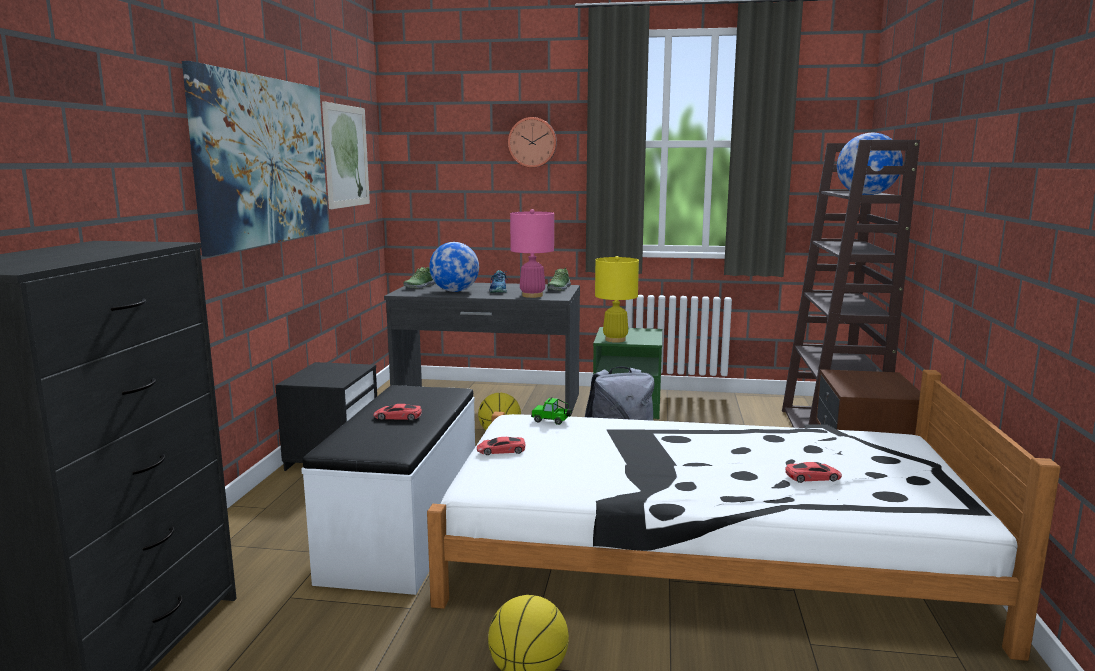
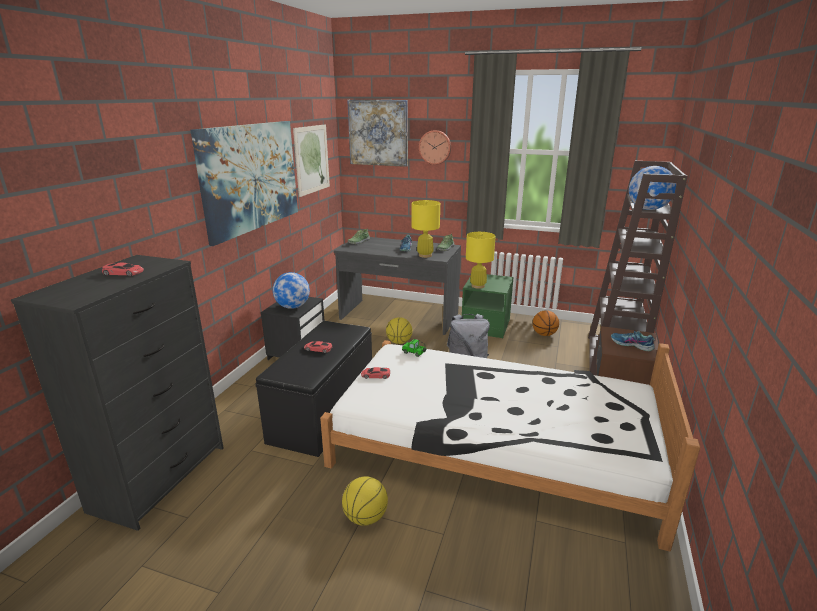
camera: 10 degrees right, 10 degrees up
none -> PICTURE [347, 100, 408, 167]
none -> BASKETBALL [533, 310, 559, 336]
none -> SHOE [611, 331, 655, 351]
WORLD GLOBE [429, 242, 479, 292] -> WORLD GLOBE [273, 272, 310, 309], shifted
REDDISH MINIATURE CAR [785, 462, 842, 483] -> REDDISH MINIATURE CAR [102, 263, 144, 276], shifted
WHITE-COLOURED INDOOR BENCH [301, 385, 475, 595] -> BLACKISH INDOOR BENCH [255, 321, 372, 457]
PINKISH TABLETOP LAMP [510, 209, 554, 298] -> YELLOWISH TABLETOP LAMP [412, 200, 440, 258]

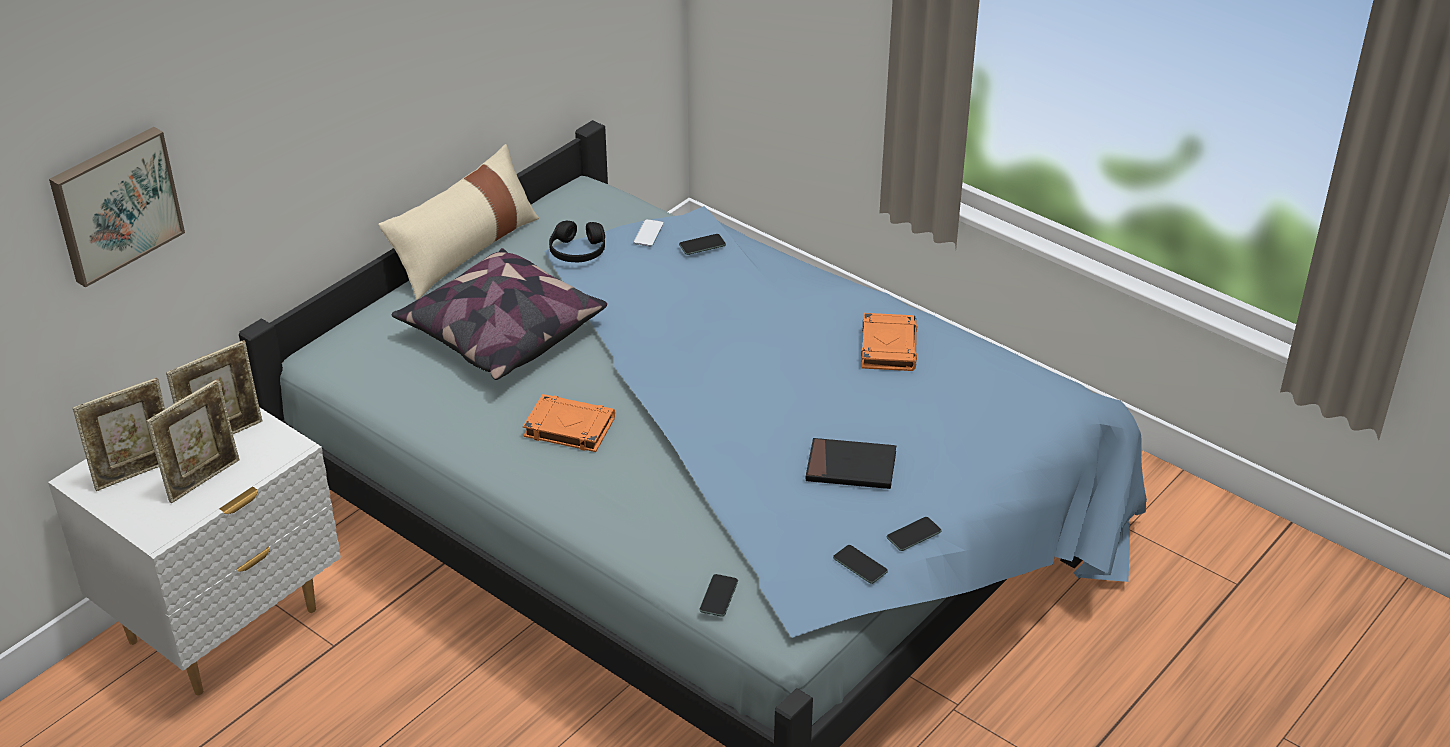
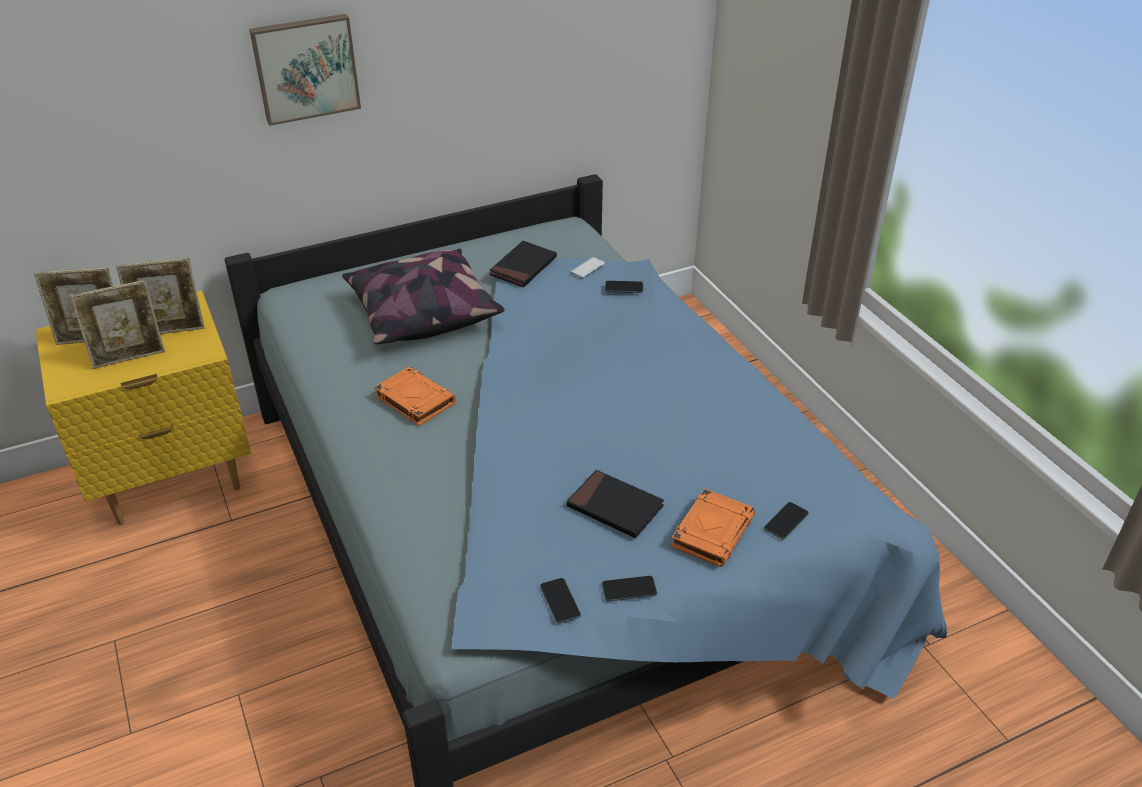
camera: 25 degrees right, 0 degrees up
SAND-COLOURED THROW PILLOW [378, 144, 539, 300] -> none
PICTURE [49, 127, 185, 288] -> PICTURE [249, 14, 361, 126], shifted
HANDSET [699, 574, 738, 617] -> HANDSET [764, 502, 809, 539], shifted
ORANGE BOUND BOOK [861, 313, 917, 371] -> ORANGE BOUND BOOK [671, 488, 755, 567], shifted
BLACKISH PAIR OF HEADPHONES [549, 221, 605, 262] -> BLACKISH BOUND BOOK [490, 241, 557, 287]
WHITE-COLOURED NIGHT TABLE [48, 407, 341, 696] -> YELLOWISH NIGHT TABLE [35, 290, 251, 525]

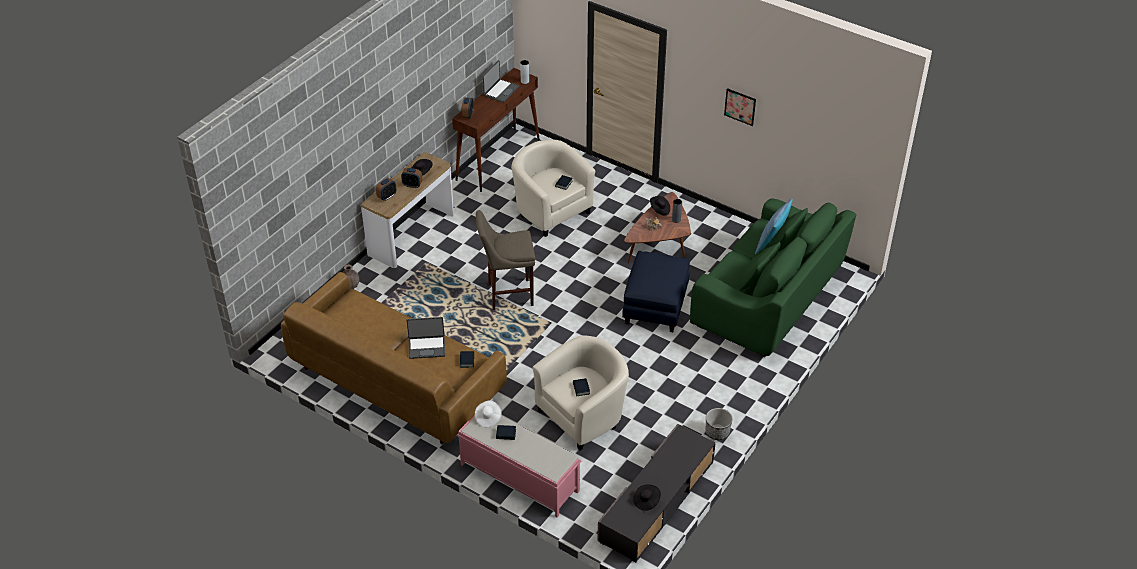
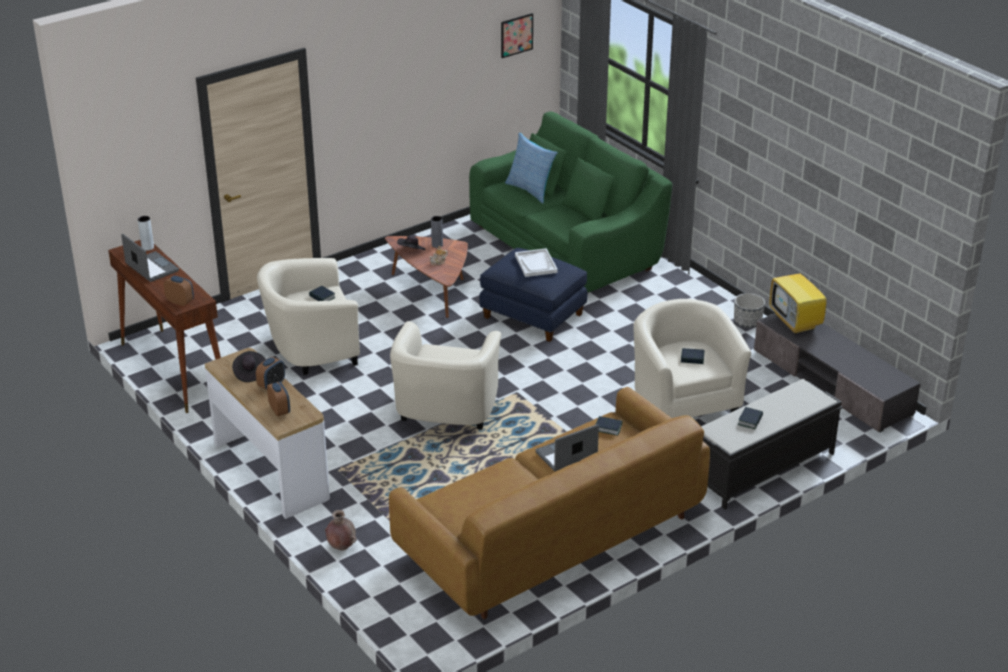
camera: 70 degrees left, 10 degrees down
WHITE-COLOURED CLOTHING HAT [475, 400, 501, 427] -> none
BLACKISH CLOTHING HAT [633, 485, 661, 511] -> none
none -> WHITE-COLOURED SERVING TRAY [515, 248, 558, 277]
none -> TV SET [770, 260, 827, 334]
PICTURE [724, 88, 756, 126] -> PICTURE [501, 13, 533, 58], shifted
SAND-COLOURED STOOL SEAT [476, 210, 535, 310] -> SAND-COLOURED EASY CHAIR [390, 321, 501, 430]
PINKISH INDOOR BENCH [457, 415, 581, 518] -> BLACKISH INDOOR BENCH [701, 379, 843, 509]
PORTABLE COMPUTER [407, 317, 445, 359] -> PORTABLE COMPUTER [535, 424, 599, 471], 135 degrees counterclockwise

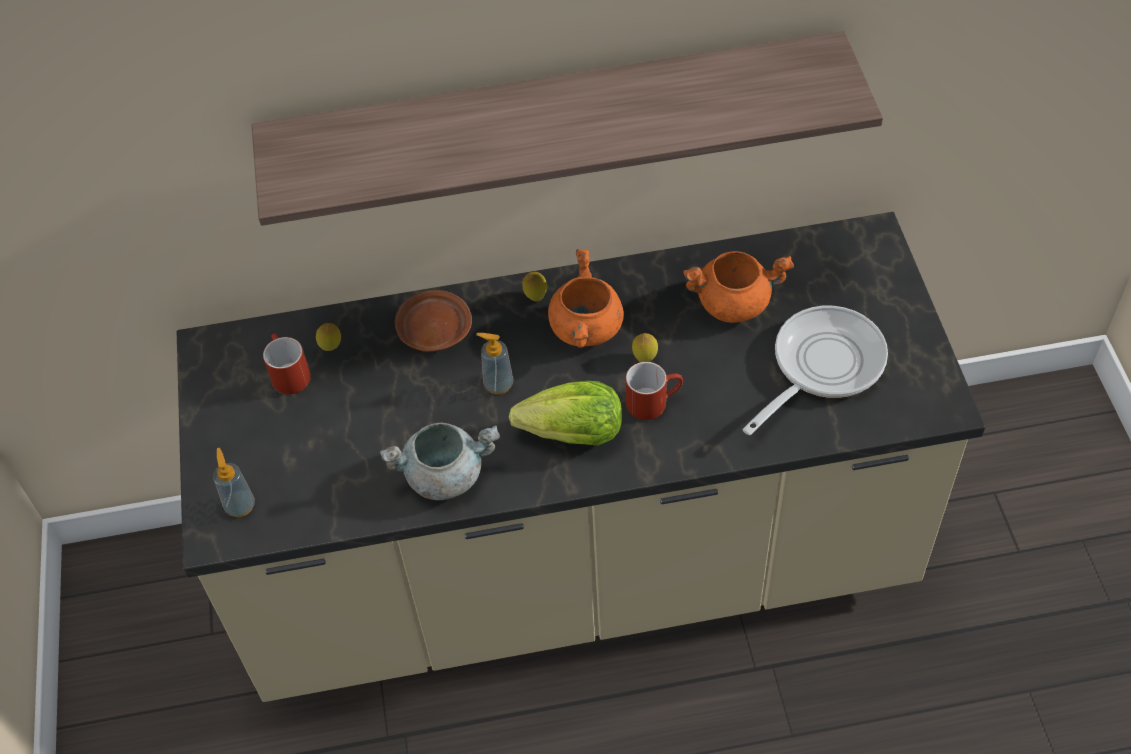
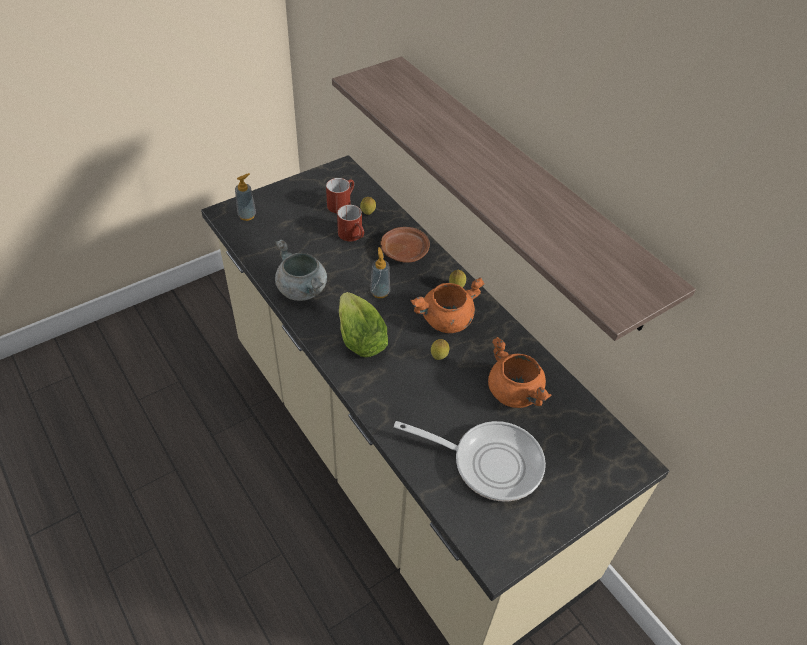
camera: 60 degrees right, 5 degrees down
REDDISH COFFEE MUG [626, 362, 683, 420] -> REDDISH COFFEE MUG [337, 205, 364, 241], shifted

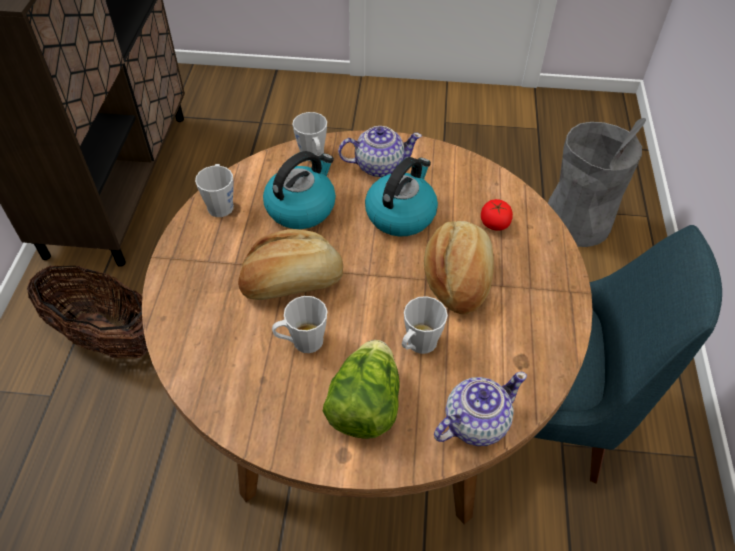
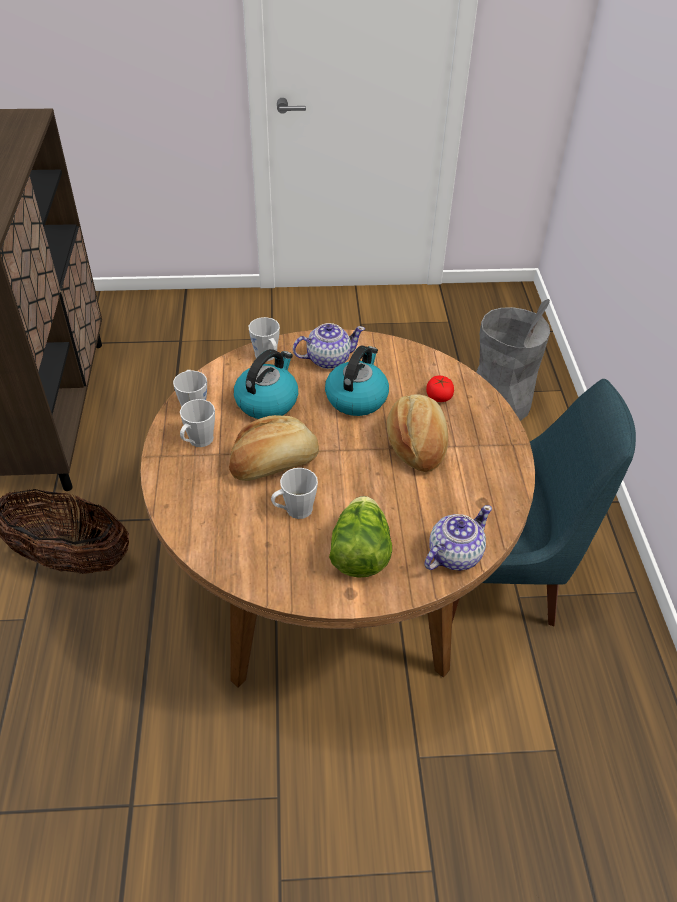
camera: 10 degrees left, 5 degrees down
GREYISH COFFEE MUG [402, 296, 448, 354] -> GREYISH COFFEE MUG [180, 399, 215, 447], shifted

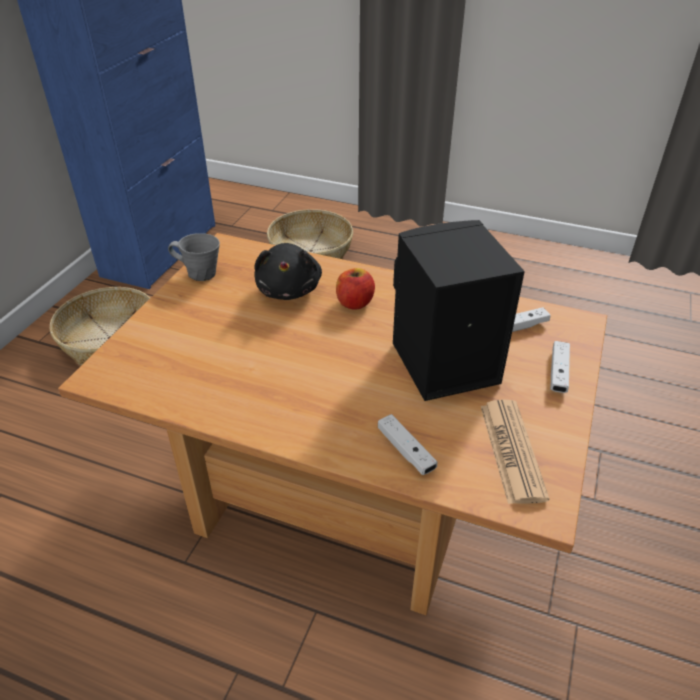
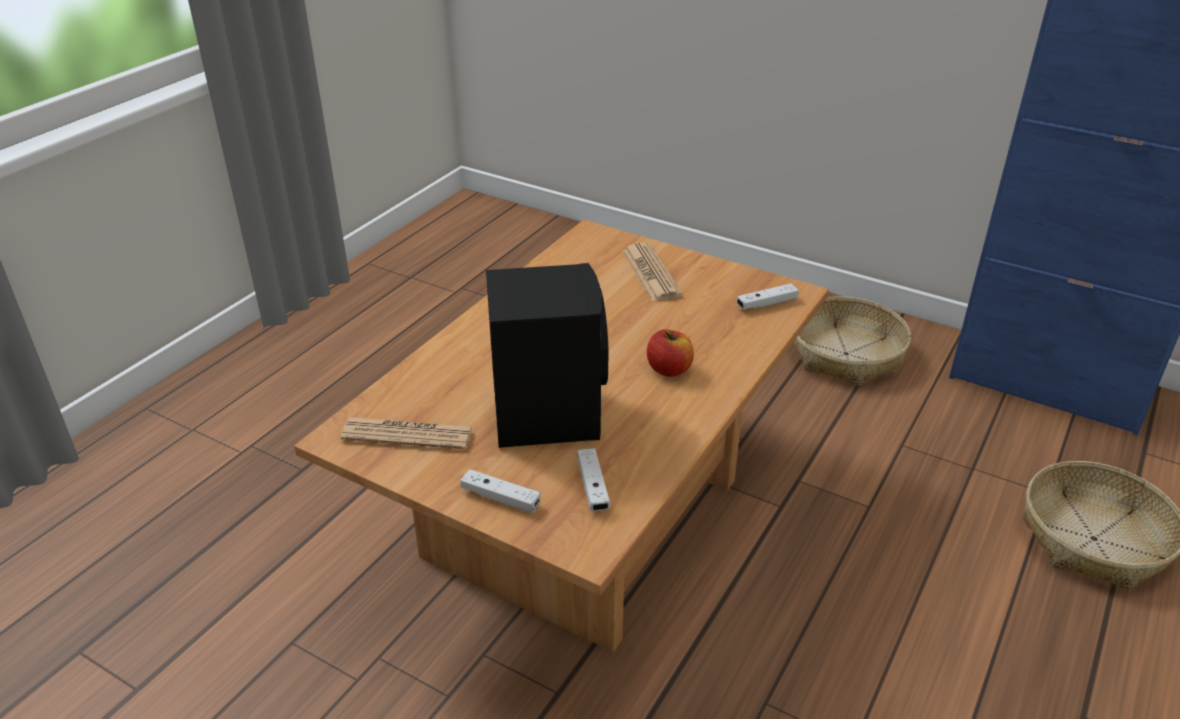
camera: 100 degrees right, 5 degrees down
GREYISH COFFEE MUG [168, 233, 220, 281] -> none
BLACKISH CUDDLY TOY [254, 243, 322, 300] -> none
none -> DAILY PAPER [623, 243, 682, 301]
WHITE-COLOURED GAME CONTROLLER [378, 414, 438, 475] -> WHITE-COLOURED GAME CONTROLLER [737, 283, 799, 310], shifted

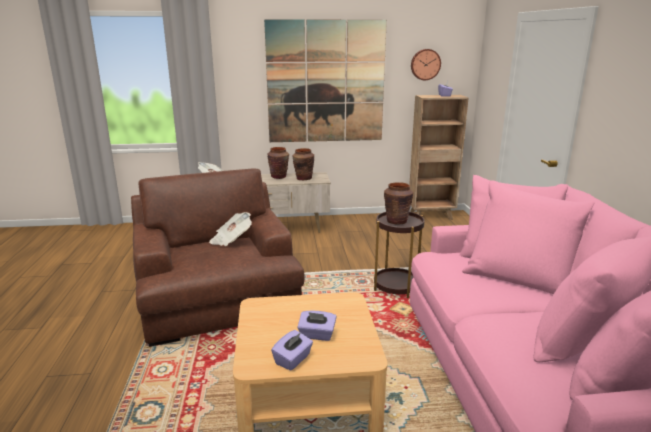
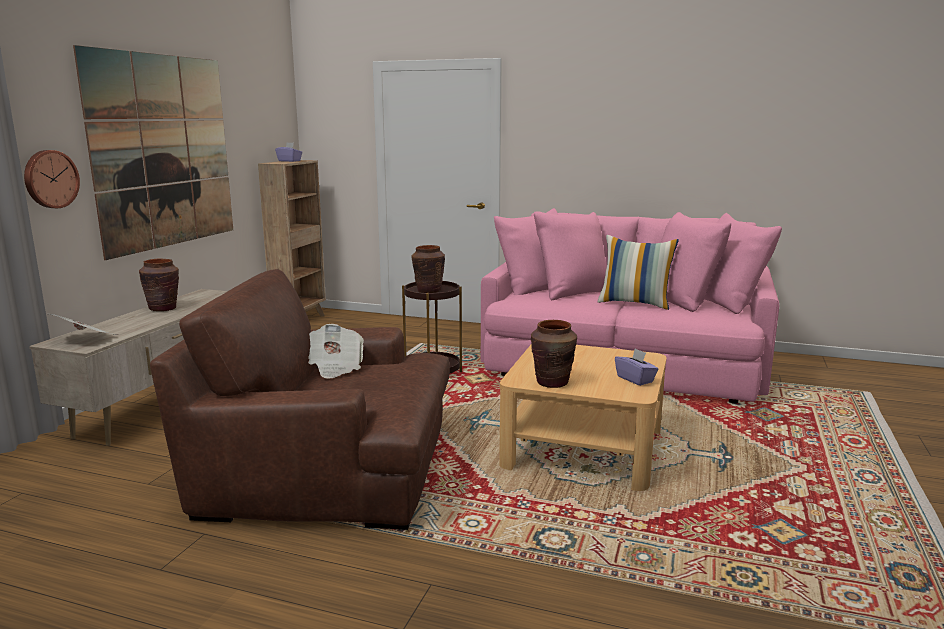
camera: 65 degrees left, 5 degrees down
PURPLE-COLOURED BOX OF TISSUES [297, 311, 337, 341] -> none
none -> THROW PILLOW [598, 235, 679, 310]
BROWN FLOWER VASE [293, 148, 314, 180] -> BROWN FLOWER VASE [531, 320, 577, 388], shifted
WALL CLOCK [411, 49, 441, 80] -> WALL CLOCK [24, 150, 80, 208], shifted

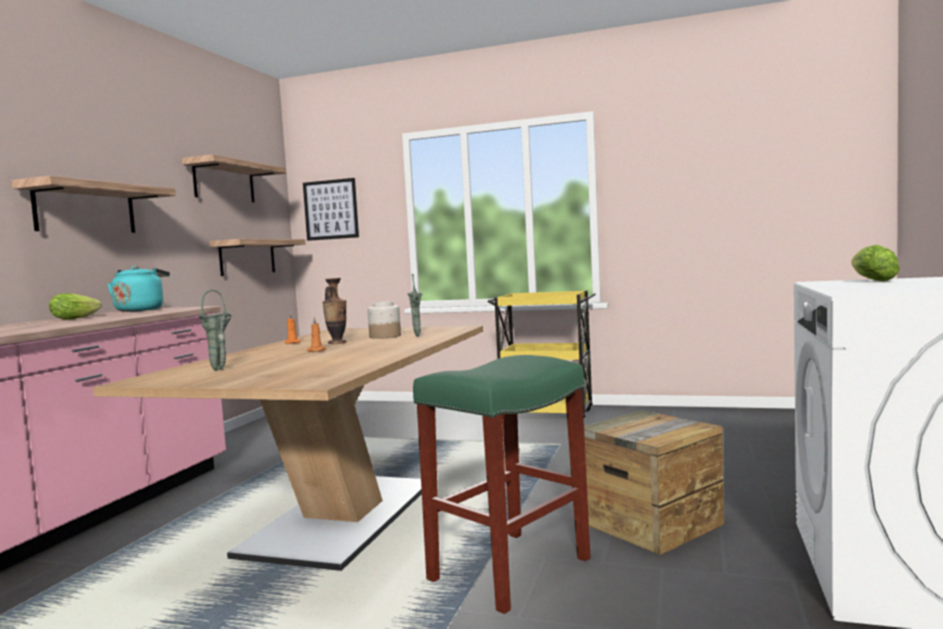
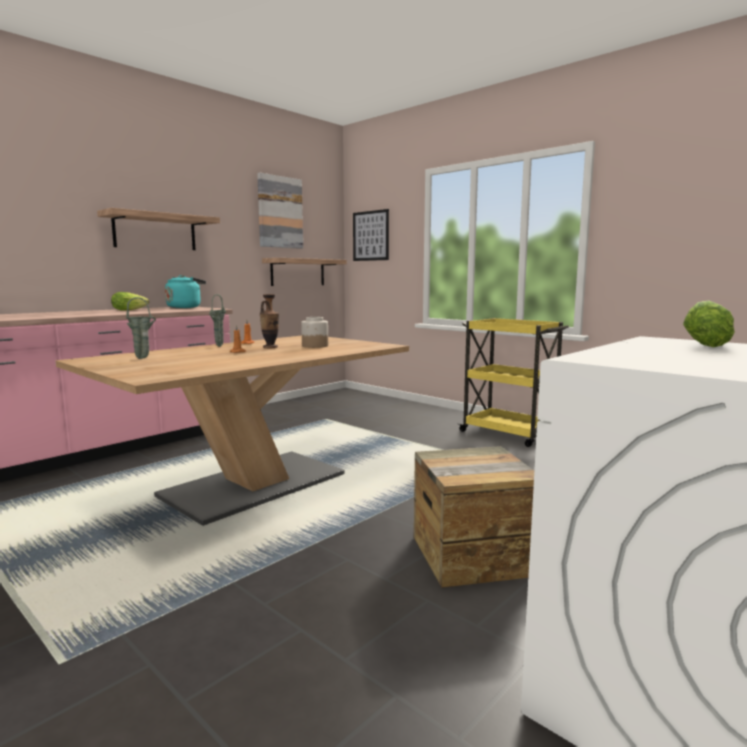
camera: 25 degrees right, 5 degrees up
GREEN-COLOURED STOOL SEAT [413, 355, 591, 614] -> none
GREEN-COLOURED FLOWER VASE [408, 274, 422, 337] -> GREEN-COLOURED FLOWER VASE [209, 294, 226, 347], shifted
WALL SHELF [182, 154, 286, 202] -> PICTURE [257, 173, 303, 249]

